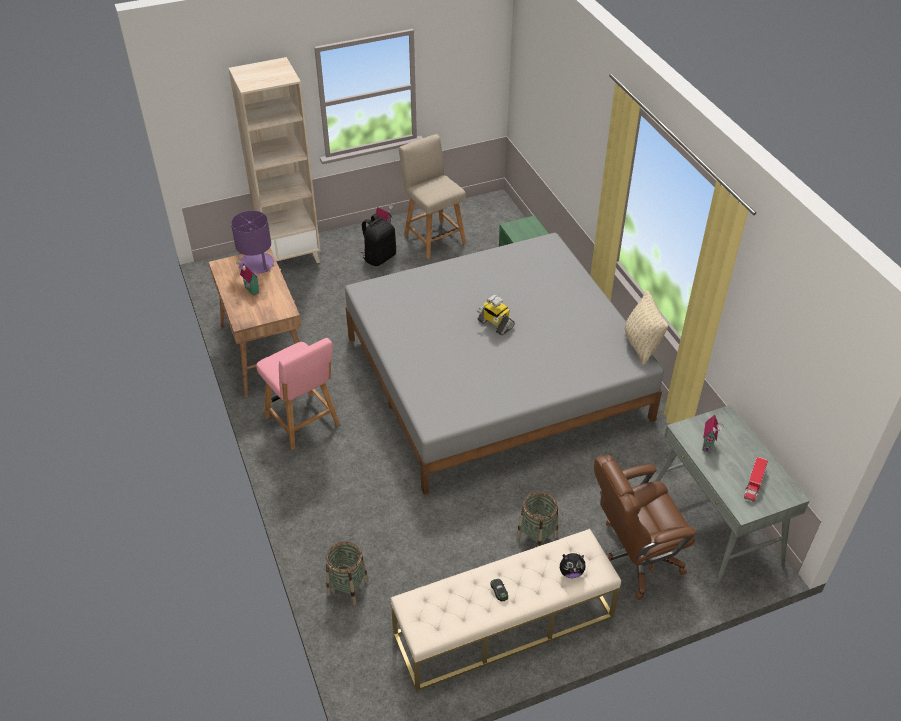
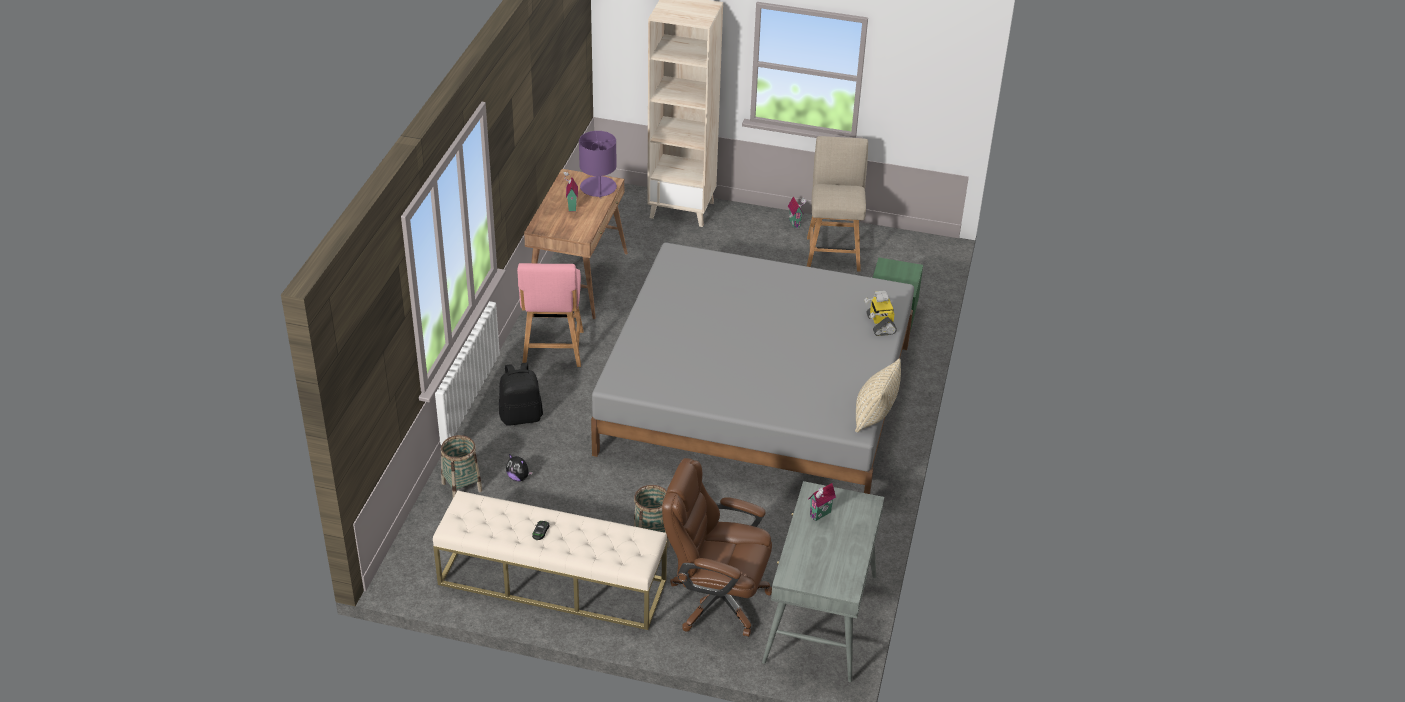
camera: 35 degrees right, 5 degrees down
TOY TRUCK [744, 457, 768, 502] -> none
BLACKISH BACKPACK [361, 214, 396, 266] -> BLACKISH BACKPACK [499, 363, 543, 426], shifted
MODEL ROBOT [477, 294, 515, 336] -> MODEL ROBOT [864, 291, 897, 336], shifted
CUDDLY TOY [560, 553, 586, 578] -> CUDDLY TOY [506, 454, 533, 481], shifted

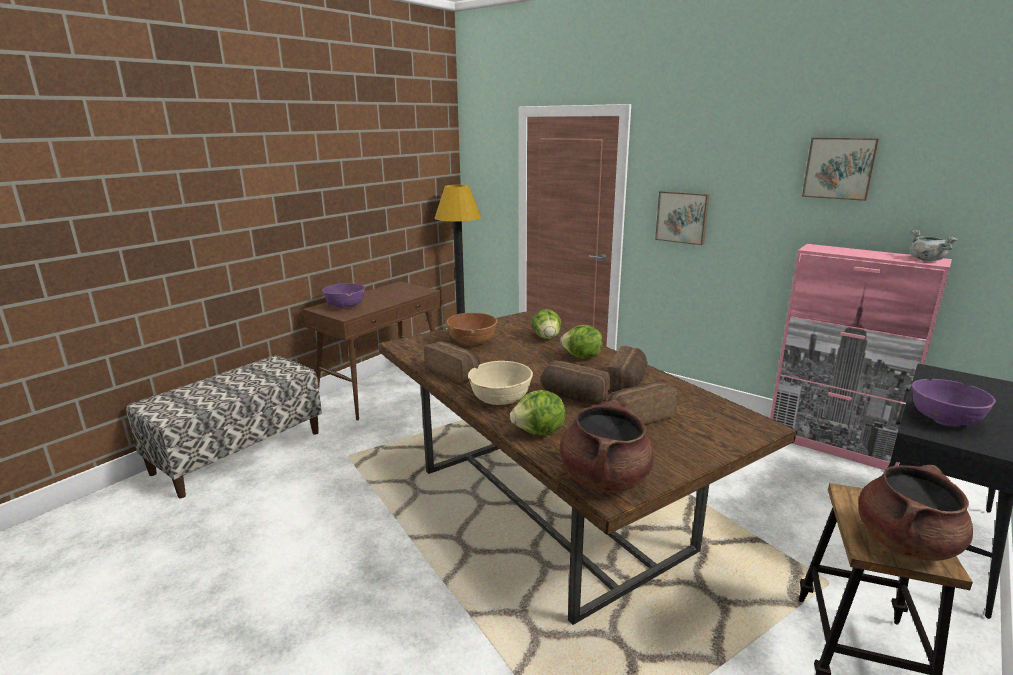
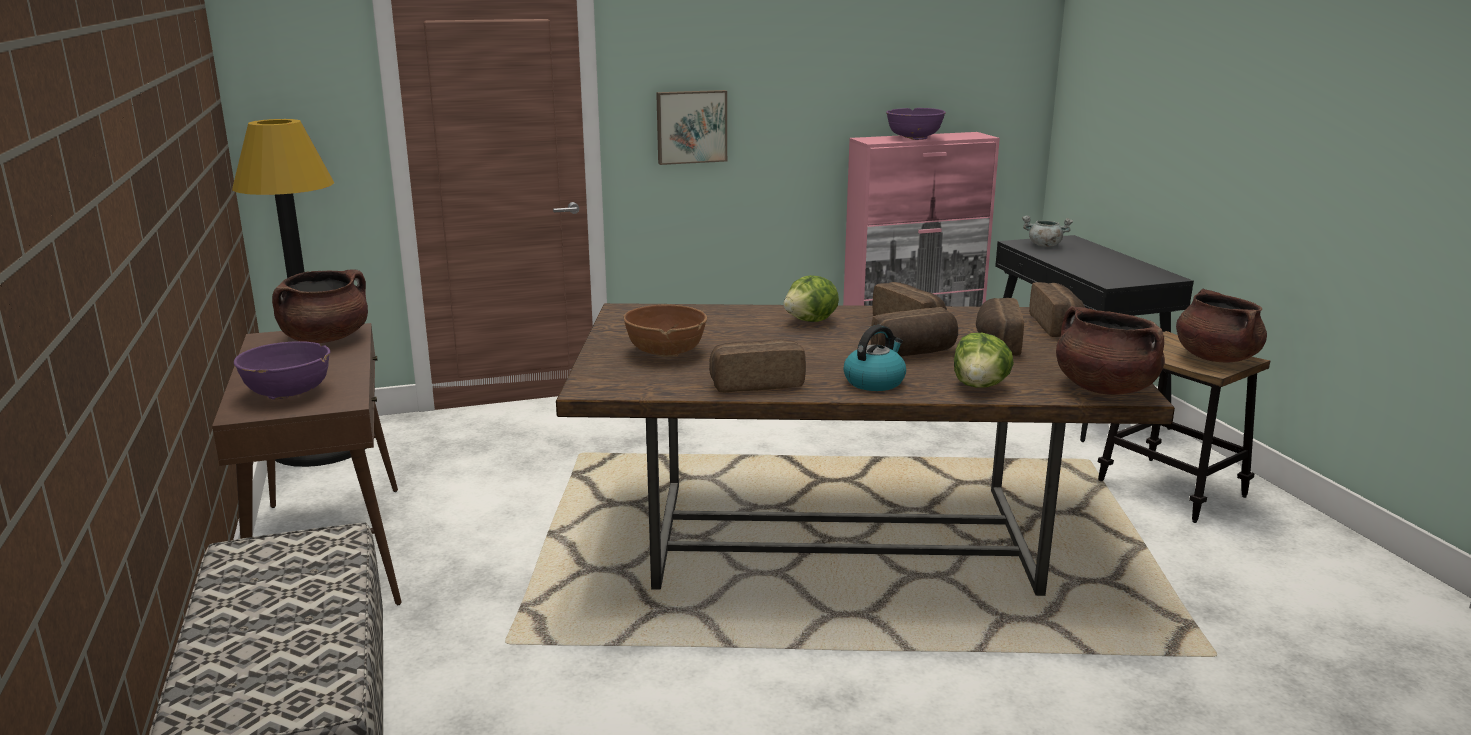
camera: 55 degrees left, 0 degrees up
LETTUCE HEAD [532, 309, 561, 339] -> none
PICTURE [802, 137, 880, 201] -> none
none -> BROWN COOKING POT [272, 269, 368, 343]
none -> BREAD [1029, 282, 1085, 337]
GREYISH COOKING POT [910, 230, 957, 261] -> GREYISH COOKING POT [1022, 216, 1073, 247], shifted
PURPLE-COLOURED SERVING BOWL [912, 379, 996, 427] -> PURPLE-COLOURED SERVING BOWL [886, 108, 946, 140], shifted
SAND-COLOURED SERVING BOWL [468, 361, 533, 405] -> TEA KETTLE [844, 325, 906, 391]

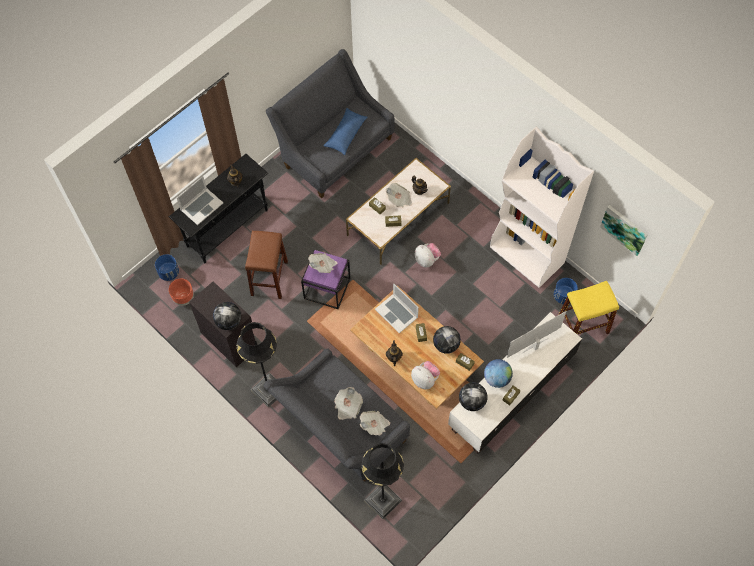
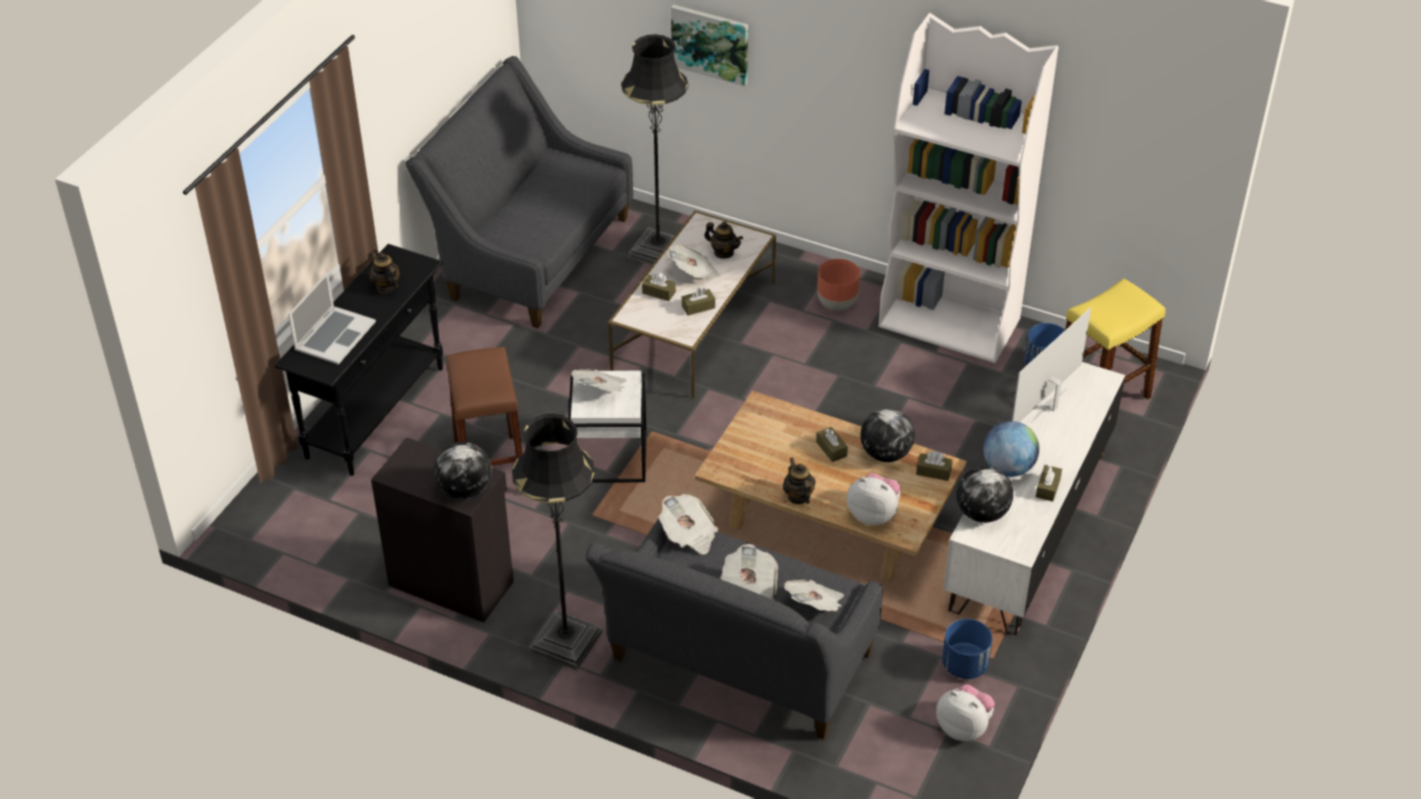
camera: 20 degrees left, 20 degrees down
BLUE THROW PILLOW [323, 108, 368, 155] -> none
PORTABLE COMPUTER [375, 284, 419, 333] -> none
none -> DAILY PAPER [659, 494, 718, 555]
BLUE FLOWER POT [155, 254, 179, 281] -> BLUE FLOWER POT [942, 619, 993, 679], shifted
BROWN FLOWER POT [169, 279, 194, 306] -> BROWN FLOWER POT [818, 259, 860, 311], shifted
BLACKISH FLOOR LAMP [361, 443, 404, 519] -> BLACKISH FLOOR LAMP [621, 34, 688, 265], shifted
CUDDLY TOY [415, 243, 441, 267] -> CUDDLY TOY [936, 684, 995, 741], shifted
PICTURE [600, 205, 648, 256] -> PICTURE [671, 5, 748, 86], shifted
PURPLE-COLOURED END TABLE [301, 250, 350, 309] -> WHITE-COLOURED END TABLE [568, 371, 646, 483]

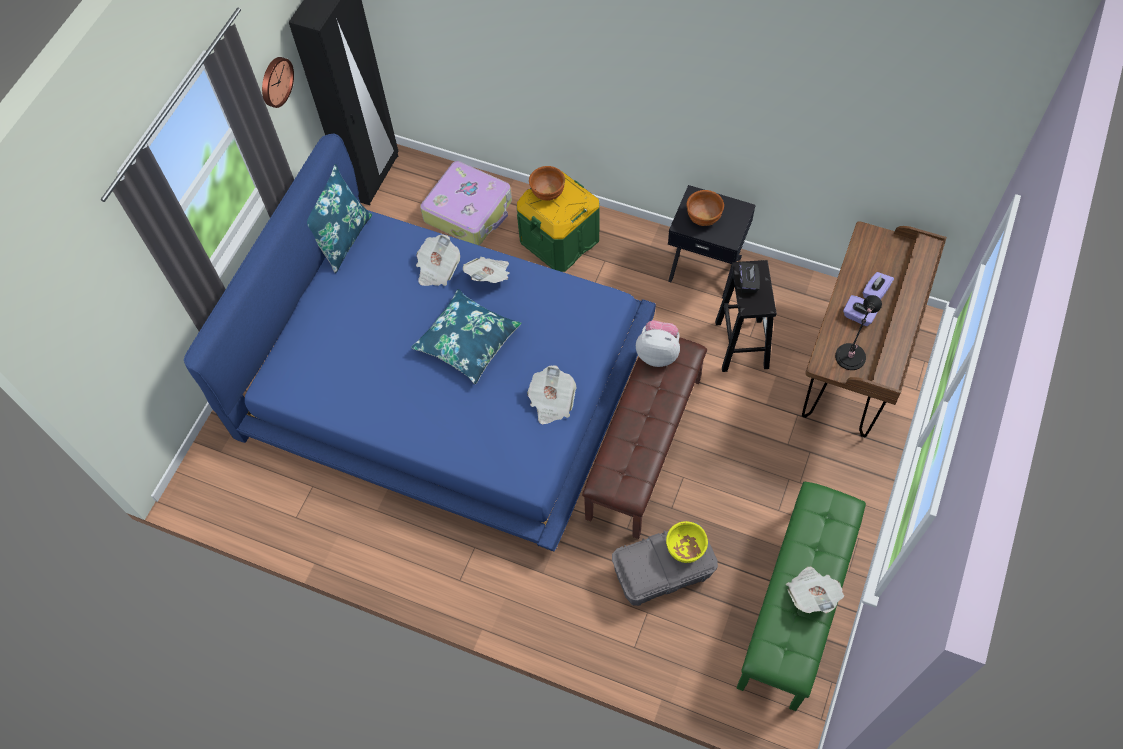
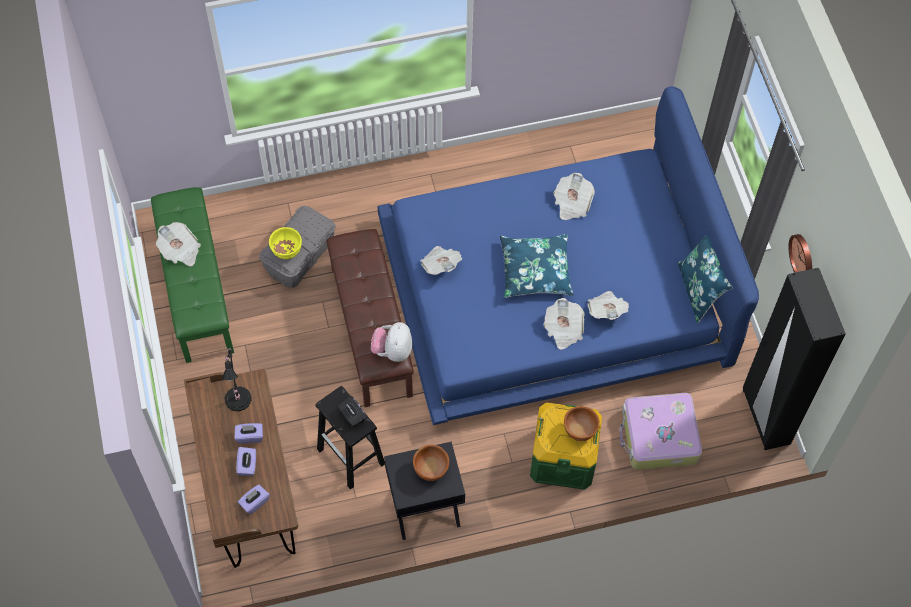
camera: 140 degrees right, 0 degrees up
none -> PURPLE-COLOURED BOX OF TISSUES [238, 484, 270, 515]
none -> DAILY PAPER [554, 173, 595, 220]
CUDDLY TOY [636, 320, 680, 367] -> CUDDLY TOY [371, 322, 412, 362], 120 degrees clockwise

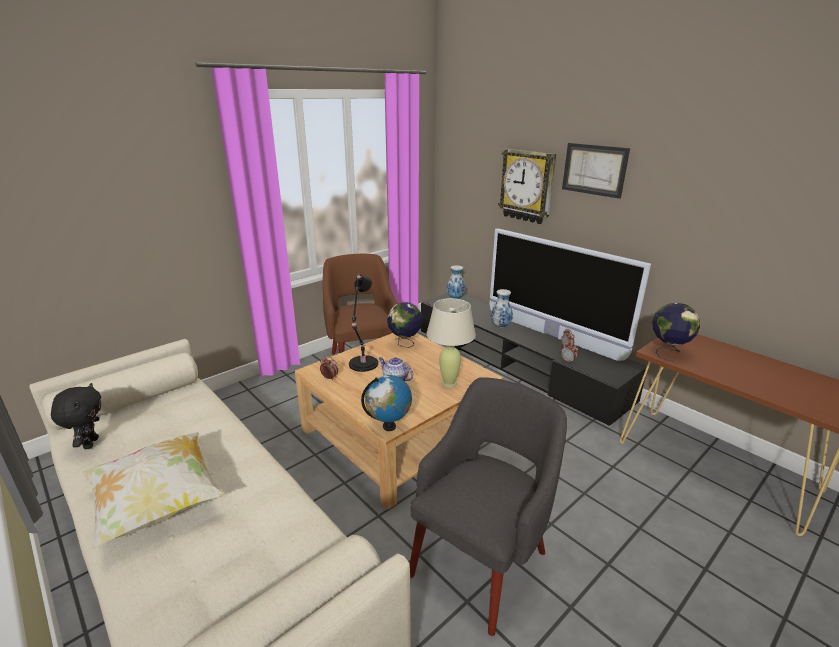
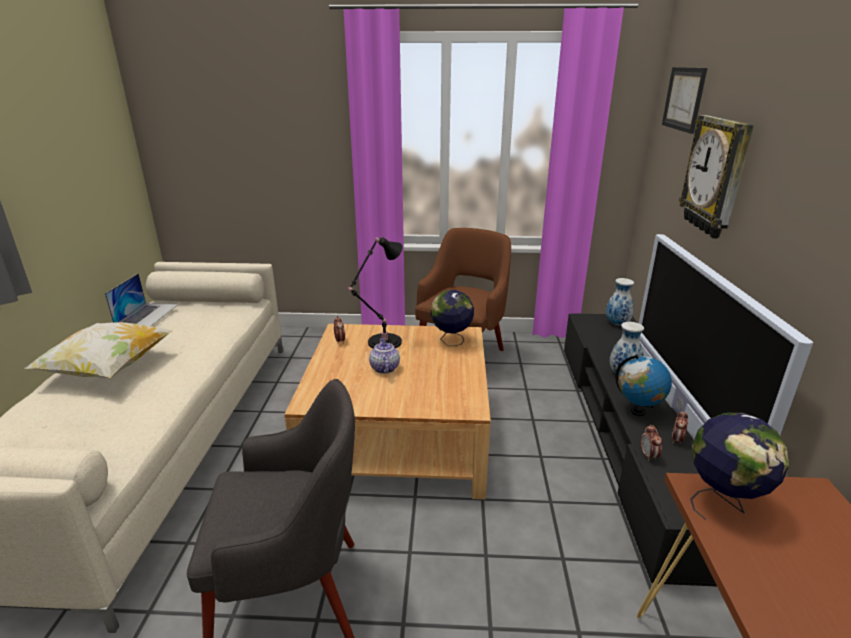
camera: 45 degrees right, 0 degrees up
SAND-COLOURED TABLETOP LAMP [426, 298, 476, 387] -> none
WORLD GLOBE [361, 375, 412, 431] -> WORLD GLOBE [615, 354, 672, 416], shifted
PICTURE [562, 143, 630, 199] -> PICTURE [662, 67, 707, 134], shifted
BLACKISH CUDDLY TOY [51, 383, 101, 449] -> PORTABLE COMPUTER [105, 273, 178, 326]

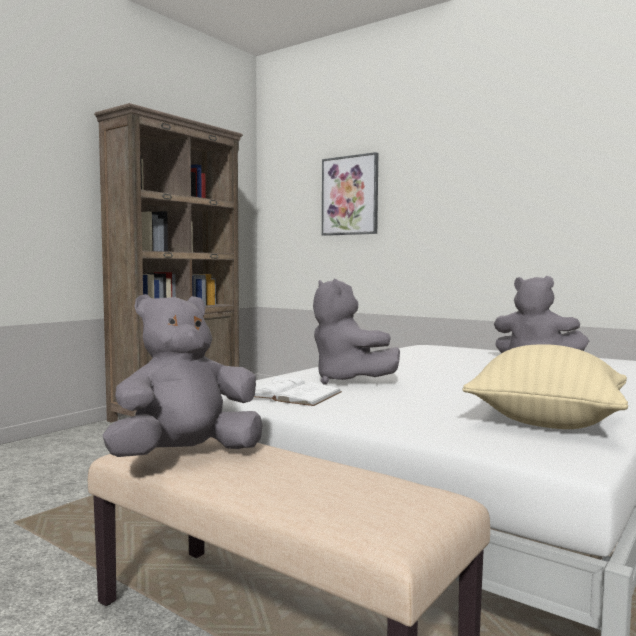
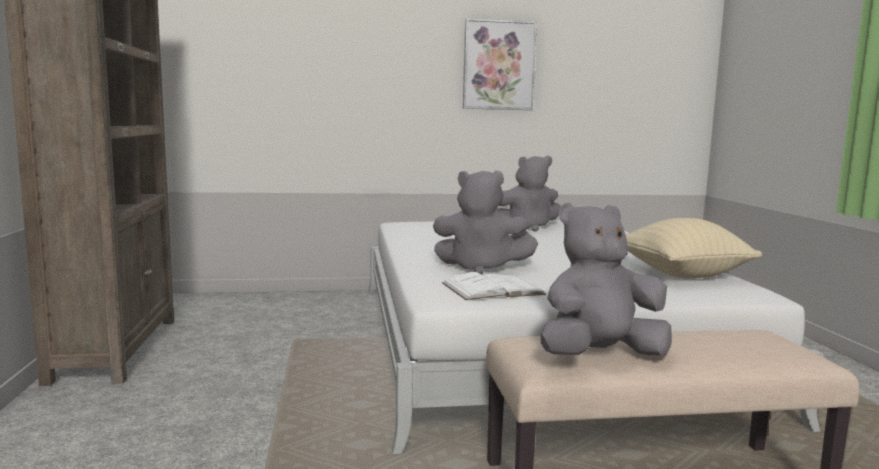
camera: 45 degrees left, 5 degrees up
PICTURE [322, 152, 378, 236] -> PICTURE [463, 18, 537, 110], shifted
GREYISH CUDDLY TOY [103, 294, 263, 457] -> GREYISH CUDDLY TOY [541, 203, 672, 356], 60 degrees clockwise

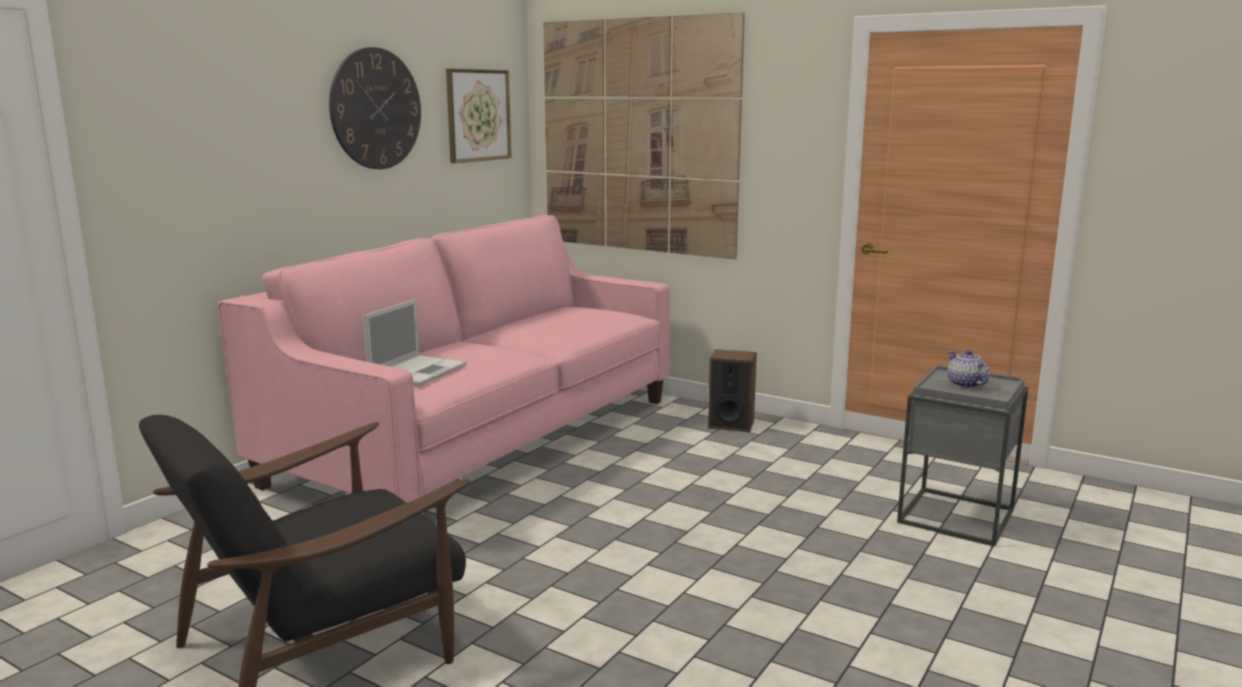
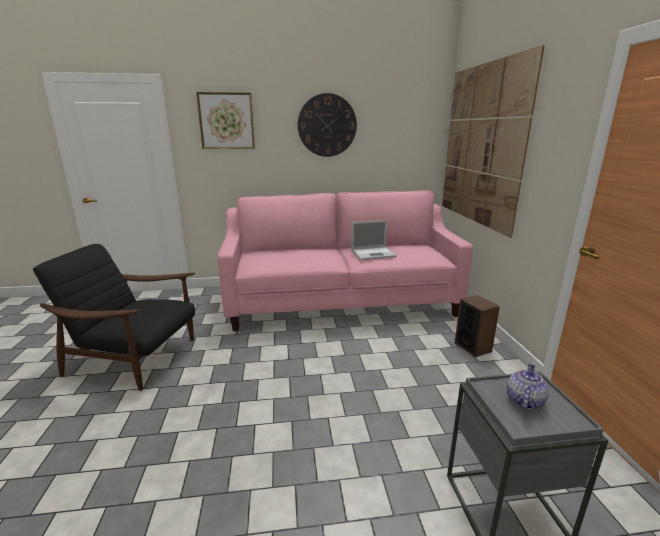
camera: 50 degrees right, 5 degrees up
PORTABLE COMPUTER [363, 299, 467, 386] -> PORTABLE COMPUTER [351, 220, 397, 260], shifted
PICTURE [446, 69, 511, 163] -> PICTURE [196, 92, 255, 149], shifted

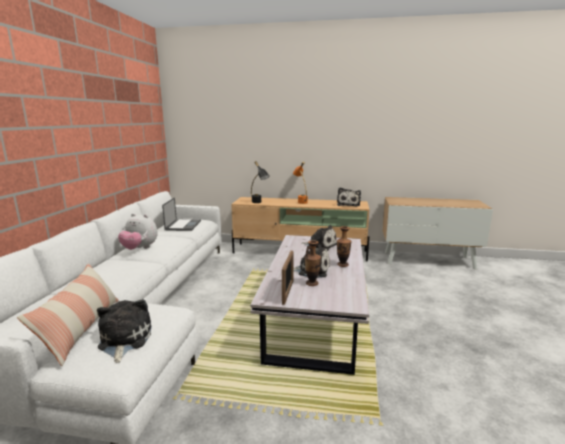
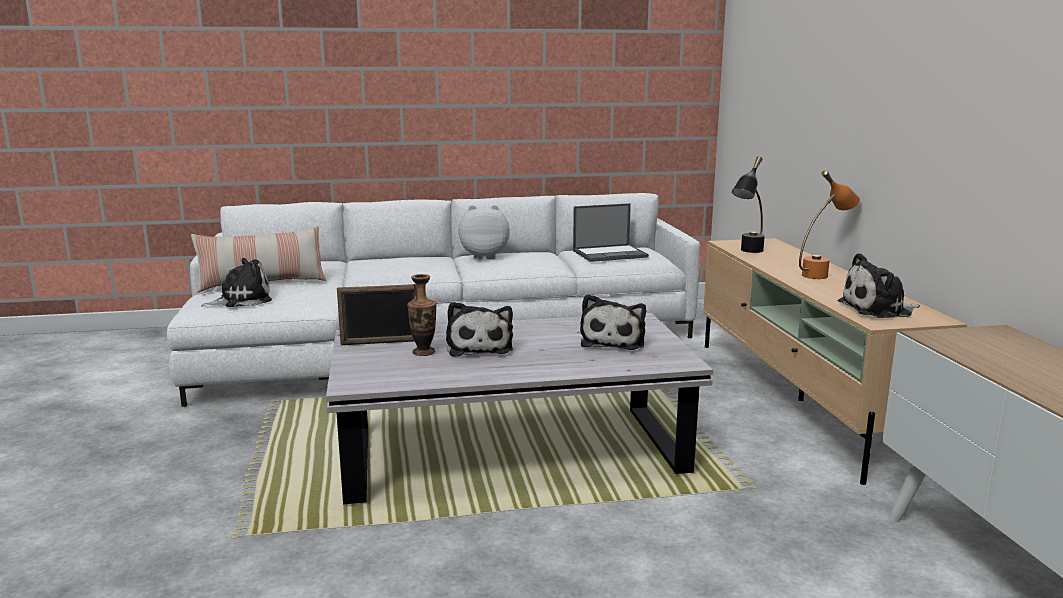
camera: 70 degrees right, 0 degrees up
FLOWER VASE [337, 226, 352, 267] -> none
CUDDLY TOY [118, 213, 158, 250] -> CUDDLY TOY [458, 205, 510, 260], 90 degrees clockwise

